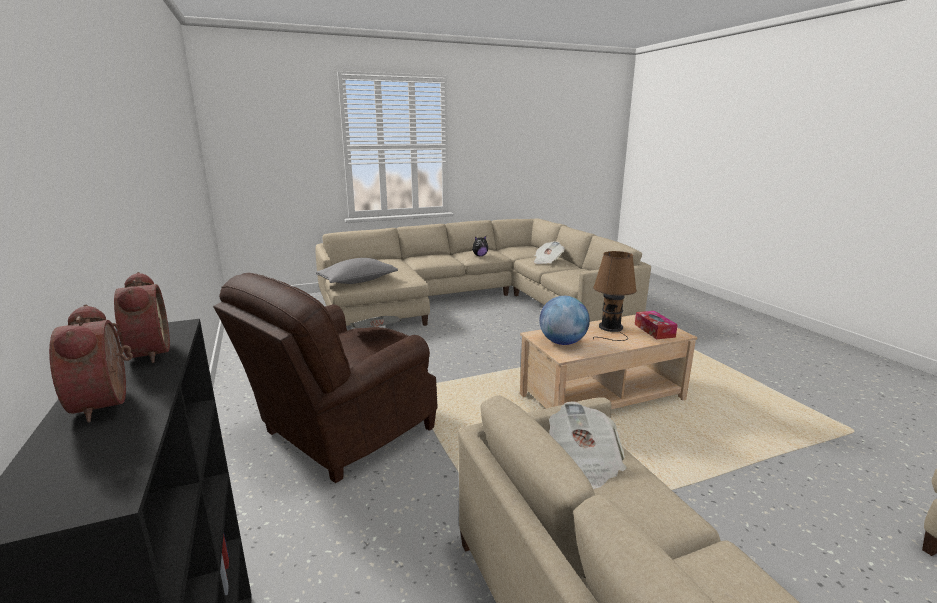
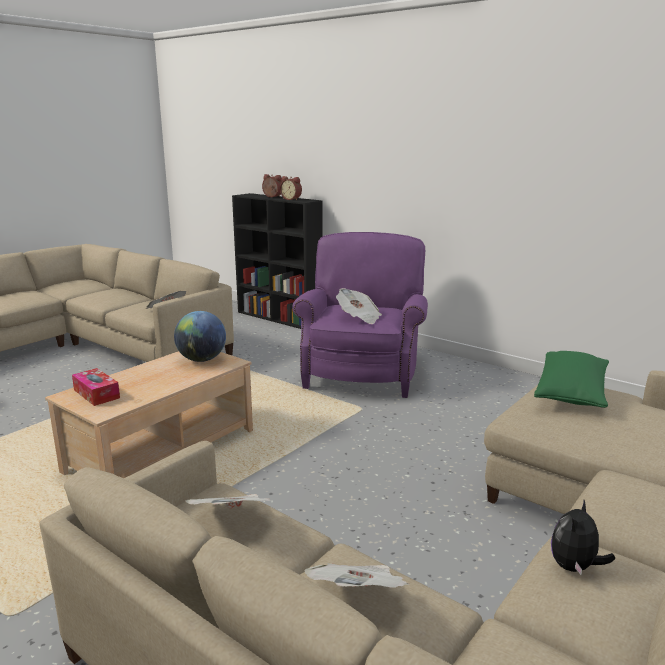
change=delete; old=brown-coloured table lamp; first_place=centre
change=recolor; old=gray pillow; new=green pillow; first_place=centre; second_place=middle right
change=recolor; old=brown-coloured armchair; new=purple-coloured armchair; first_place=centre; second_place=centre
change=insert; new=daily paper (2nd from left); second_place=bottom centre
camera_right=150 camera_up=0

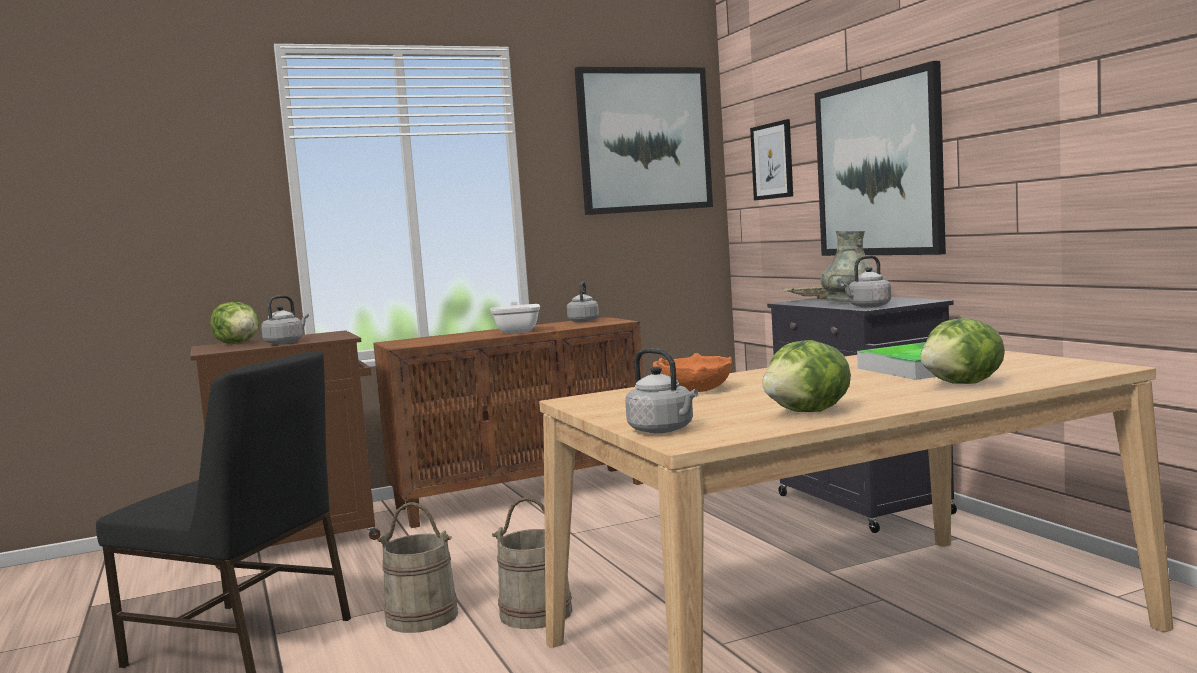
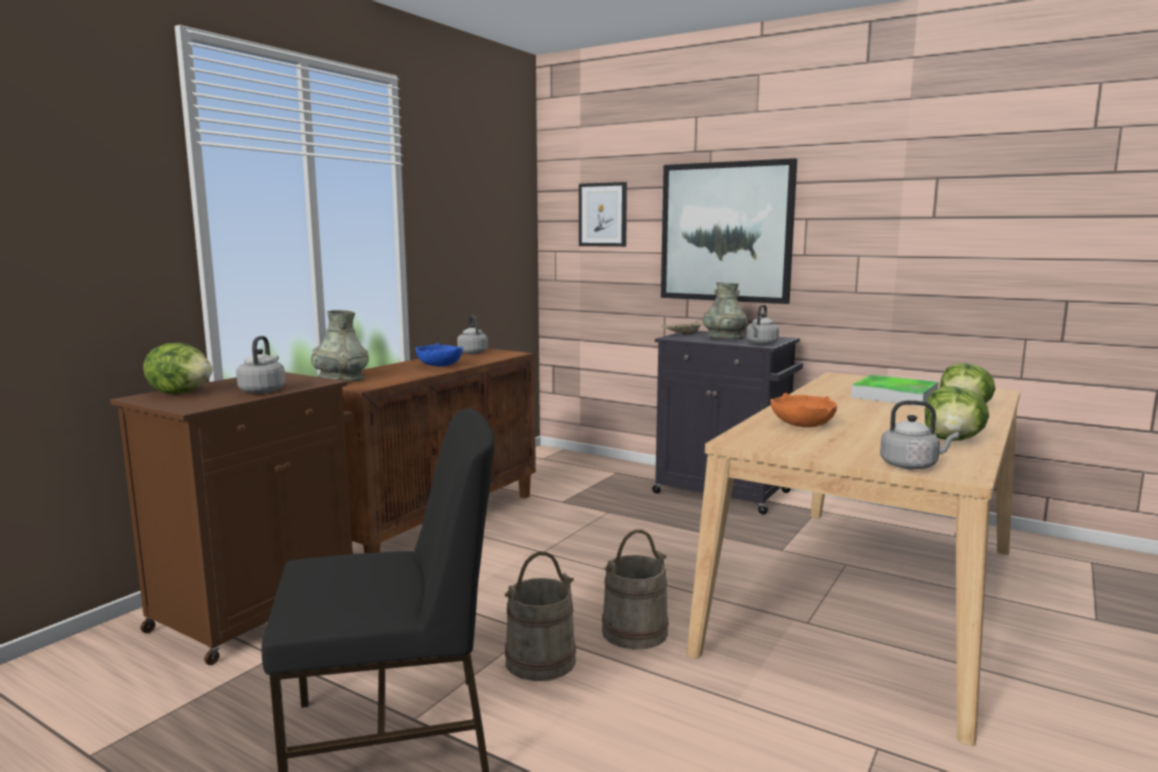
change=delete; old=wall art (1st from left); first_place=top centre
change=replace; old=skillet; new=blue-coloured serving bowl; first_place=centre; second_place=centre
change=insert; new=gray decorative vase (1st from left); second_place=middle left
camera_right=-35 camera_up=5

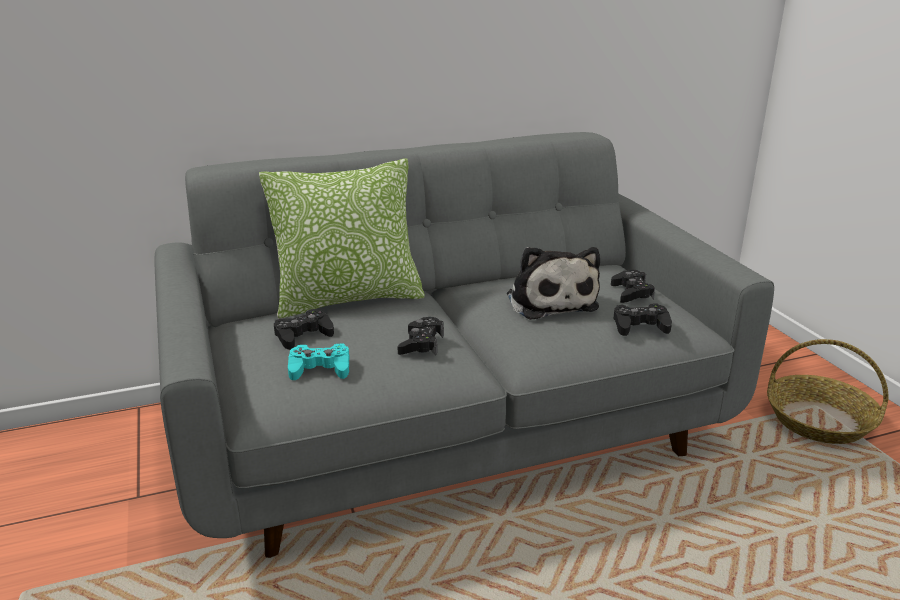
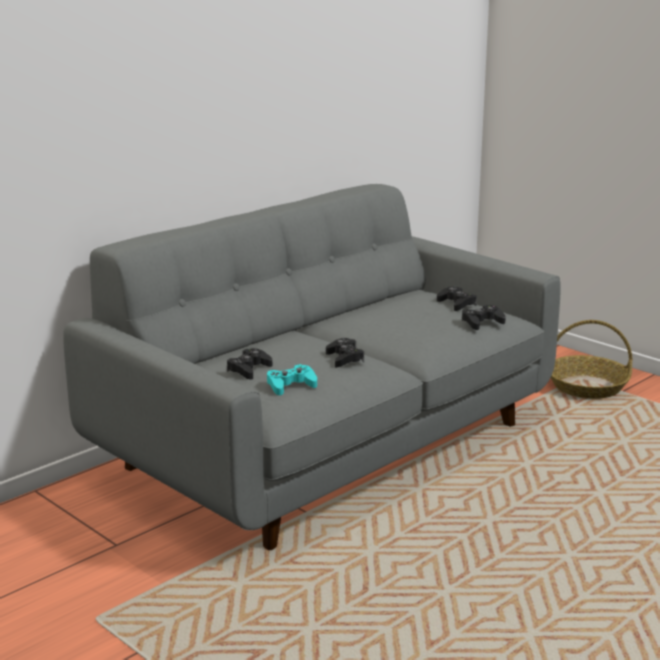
change=delete; old=pillow; first_place=centre
change=delete; old=cuddly toy; first_place=centre
camera_right=-25 camera_up=-5

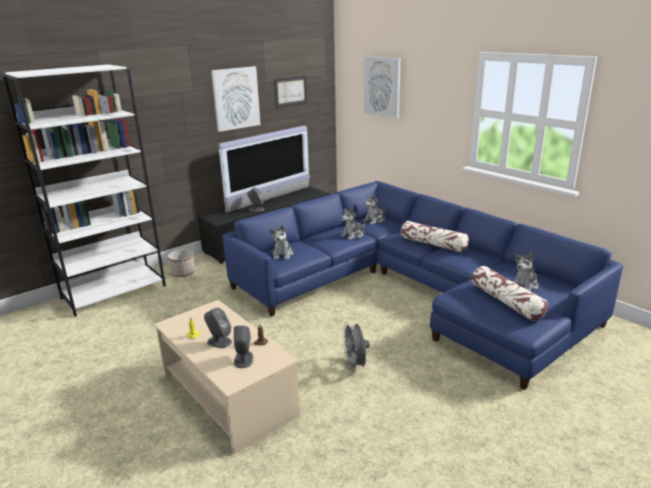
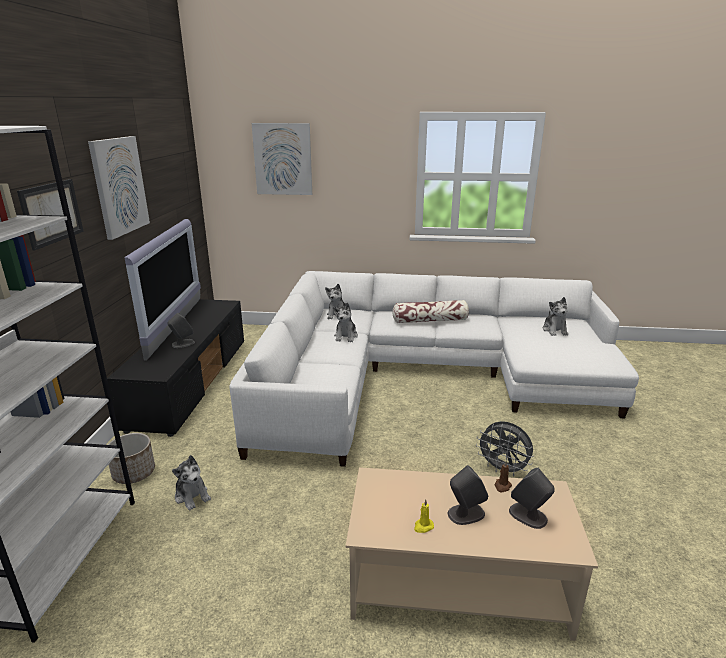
change=move; old=wall art (2nd from left in the first image); new=wall art (1st from left); first_place=top centre; second_place=top left
change=recolor; old=blue-coloured couch; new=white couch; first_place=centre; second_place=centre
change=move; old=cuddly toy (1st from left); first_place=centre; second_place=bottom left
change=delete; old=pillow (2nd from left); first_place=middle right
camera_right=-45 camera_up=0

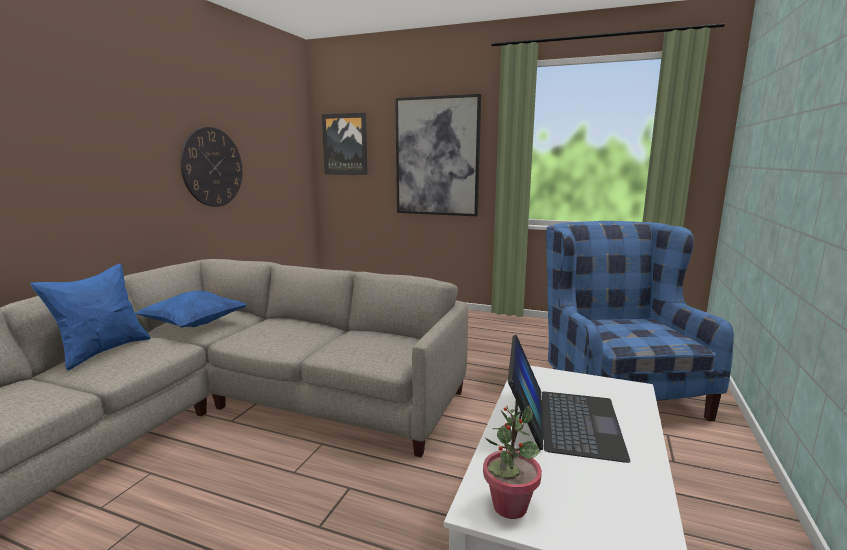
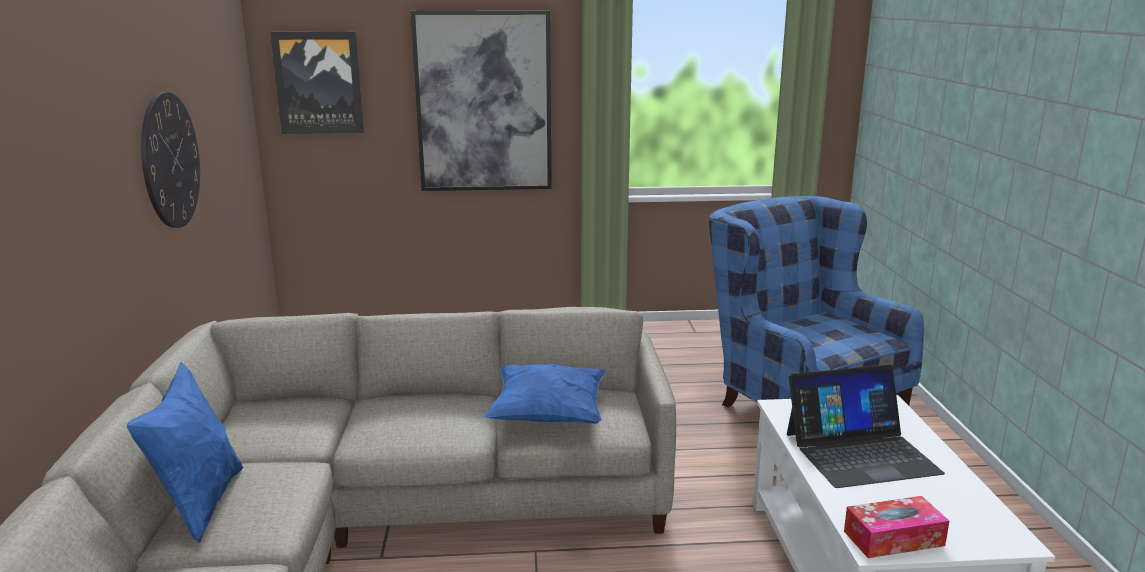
change=move; old=blue-coloured pillow (2nd from left); first_place=middle left; second_place=bottom centre
change=rotate; old=laptop; first_place=bottom right; second_place=bottom right; degrees=90
change=replace; old=potted plant; new=box of tissues; first_place=bottom centre; second_place=bottom right
camera_right=-25 camera_up=5

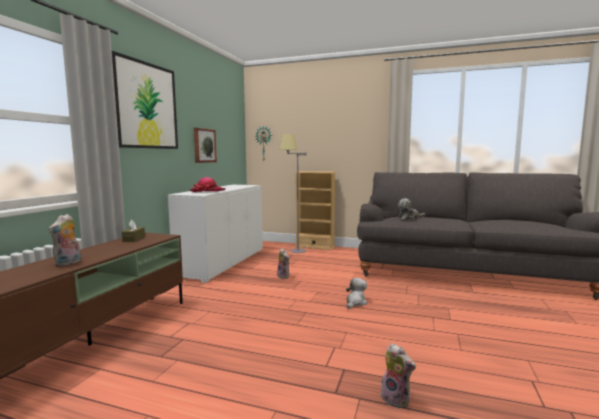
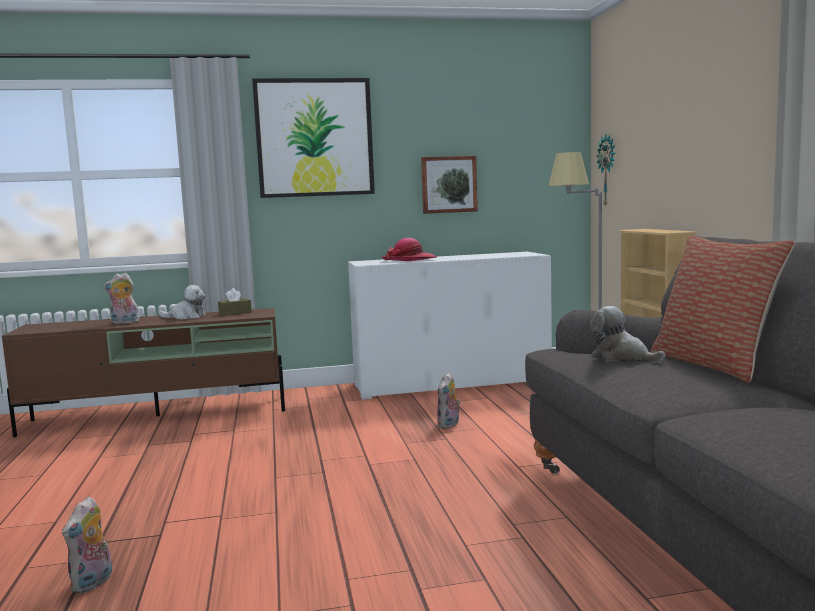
change=move; old=cuddly toy (3rd from left); first_place=bottom centre; second_place=middle left
change=insert; new=pillow; second_place=middle right
camera_right=60 camera_up=0

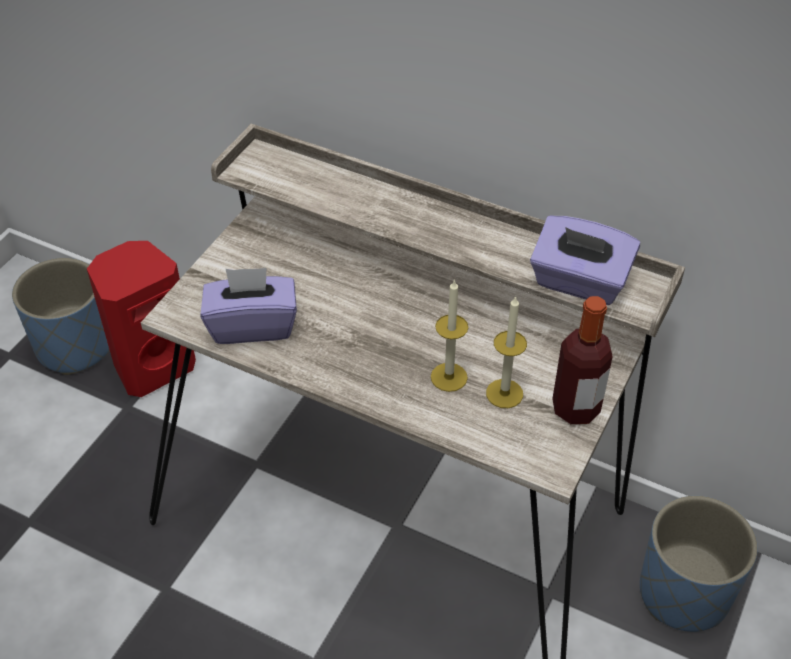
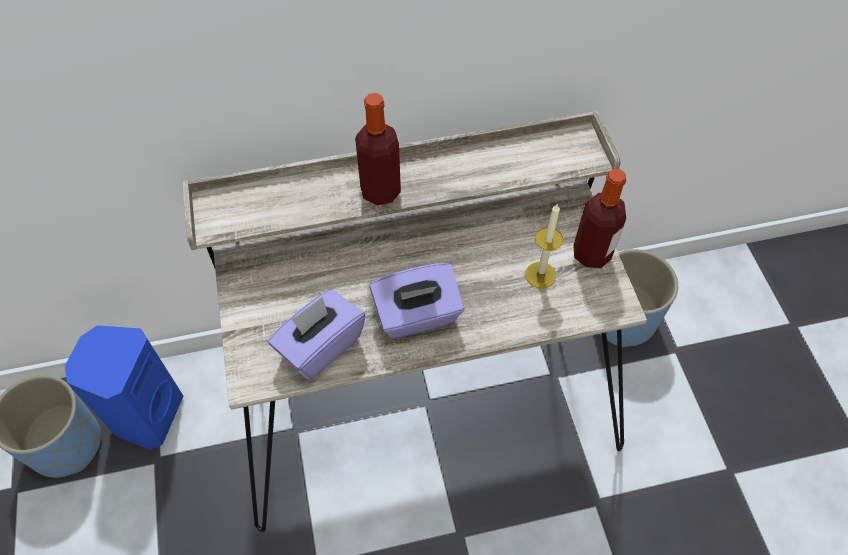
change=move; old=purple-coloured box of tissues (2nd from left); first_place=middle right; second_place=centre
change=recolor; old=red loudspeaker; new=blue-coloured loudspeaker; first_place=middle left; second_place=bottom left
change=delete; old=candle (1st from left); first_place=centre
change=insert; new=bottle (1st from left); second_place=top centre
camera_right=-40 camera_up=10

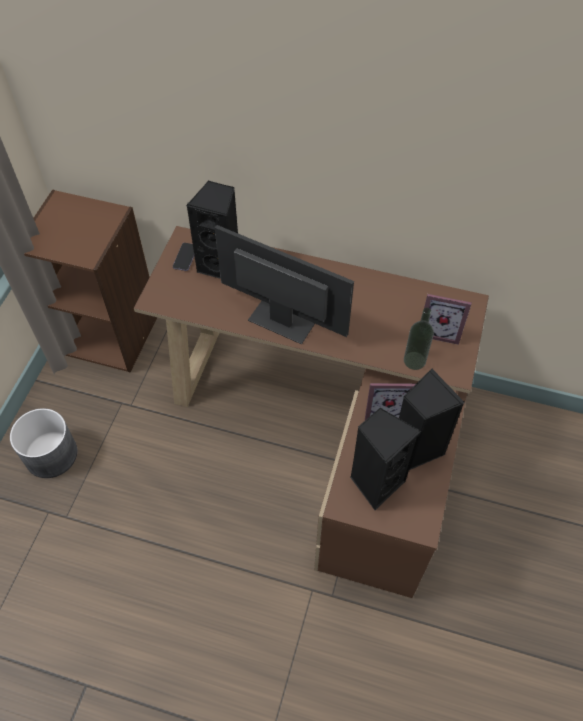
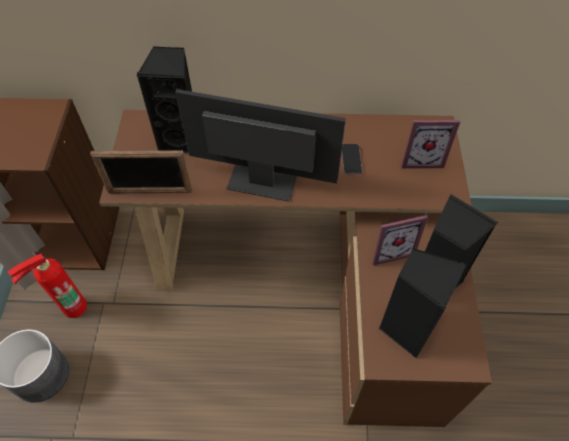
change=move; old=telephone; first_place=middle left; second_place=centre
change=delete; old=bottle; first_place=middle right
change=insert; new=picture frame (1st from left); second_place=middle left
change=insert; new=extinguisher; second_place=middle left
camera_right=-15 camera_up=0

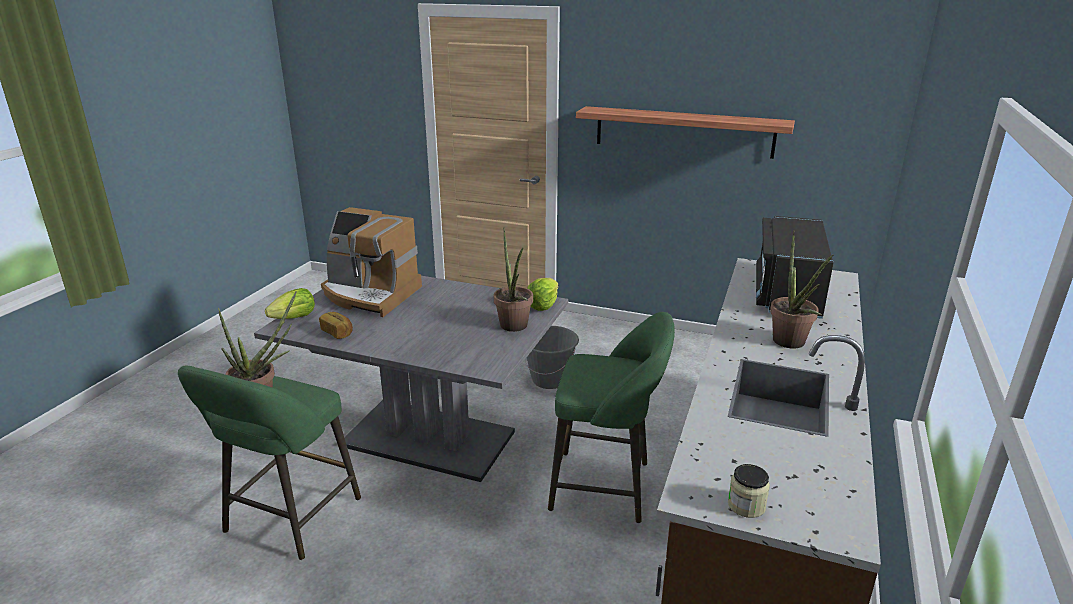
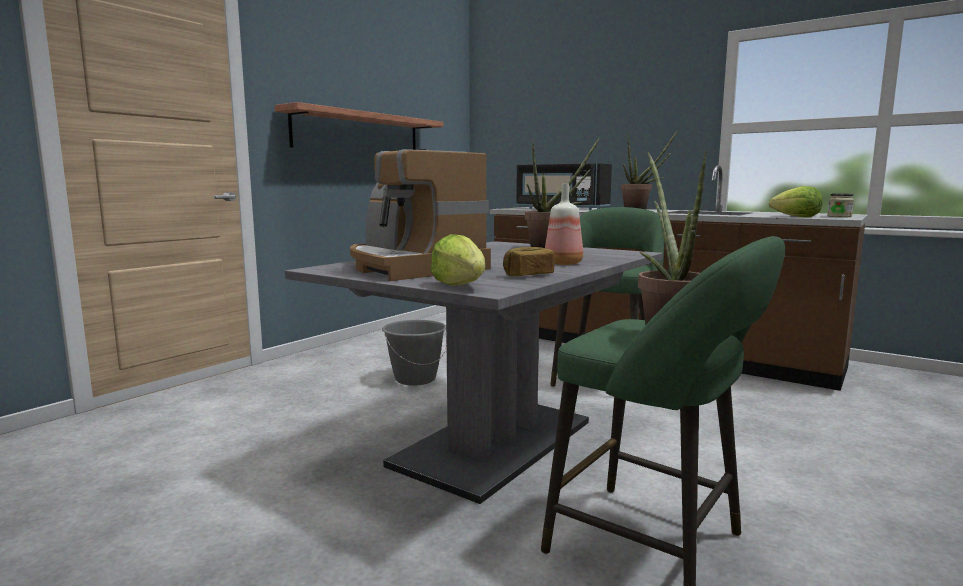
change=rotate; old=coffee machine; first_place=centre; second_place=centre; degrees=105
change=move; old=lettuce (2nd from left); first_place=centre; second_place=middle right
change=insert; new=bottle; second_place=centre
camera_right=-75 camera_up=-15

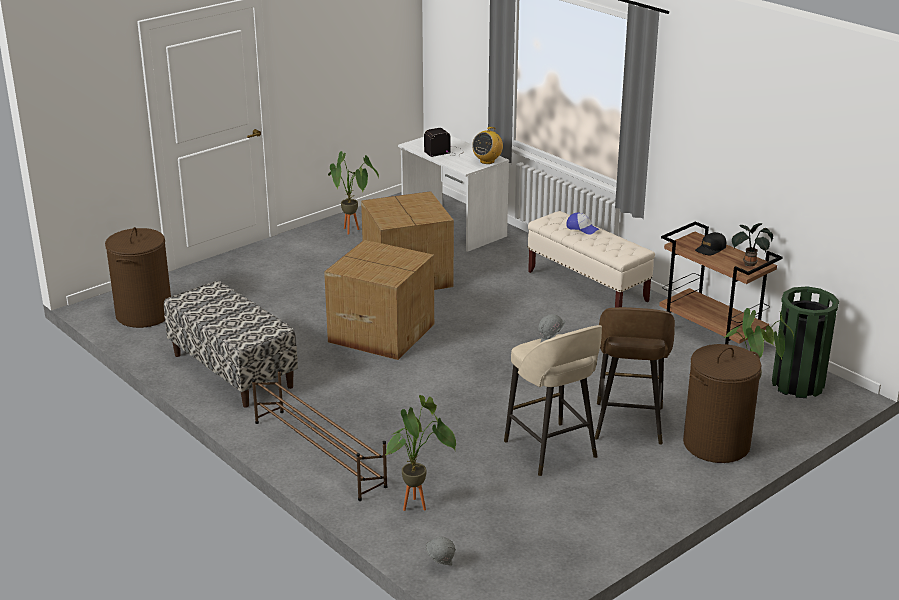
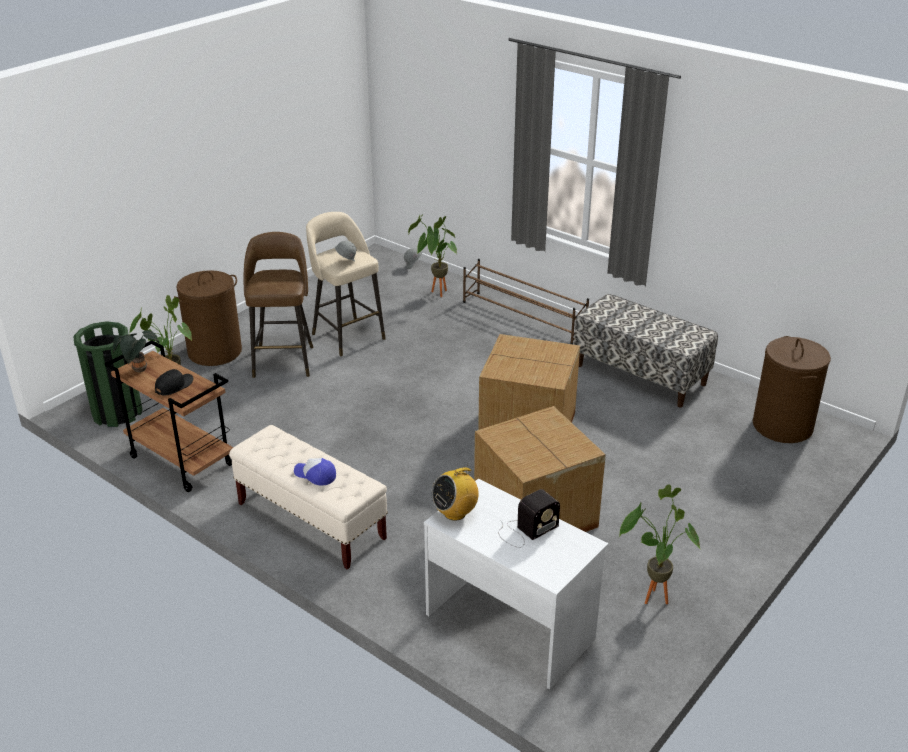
change=rotate; old=radio receiver (2nd from left in the first image); first_place=top centre; second_place=centre; degrees=-150
camera_right=170 camera_up=5

